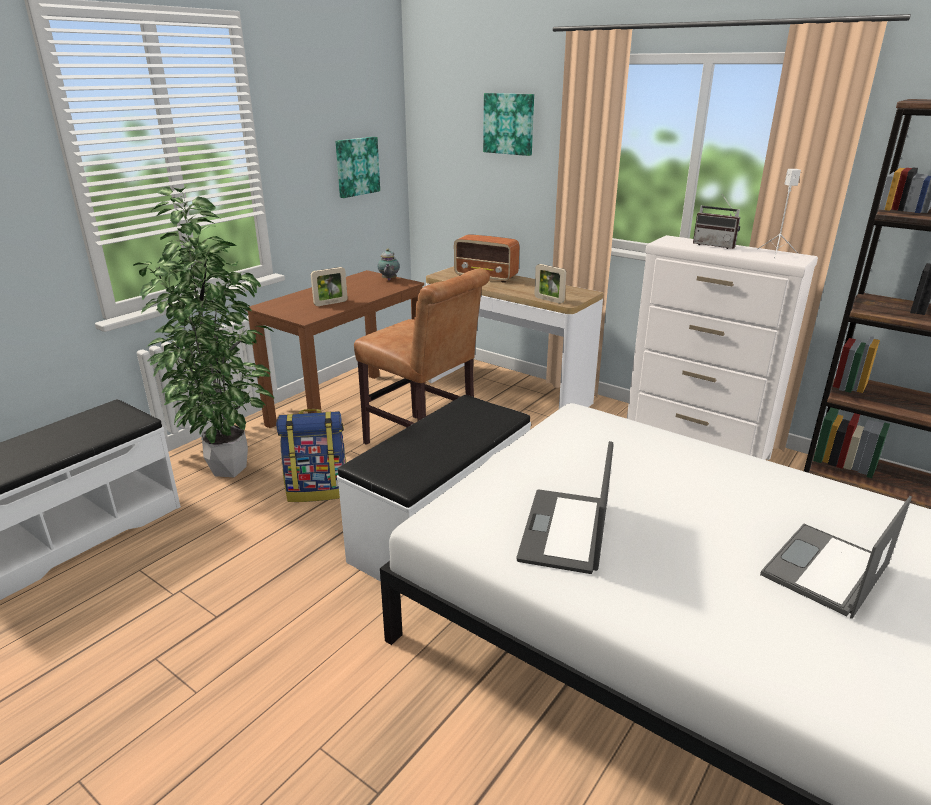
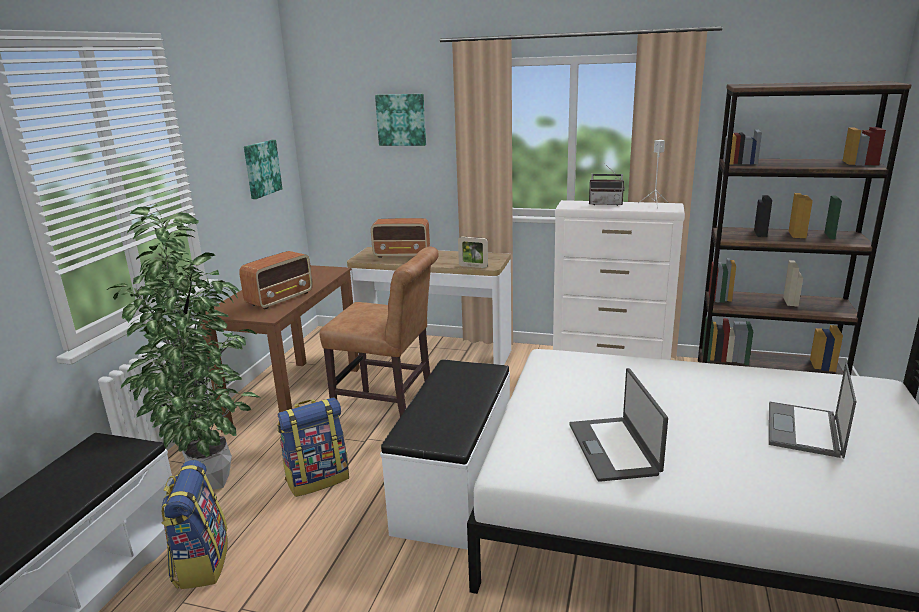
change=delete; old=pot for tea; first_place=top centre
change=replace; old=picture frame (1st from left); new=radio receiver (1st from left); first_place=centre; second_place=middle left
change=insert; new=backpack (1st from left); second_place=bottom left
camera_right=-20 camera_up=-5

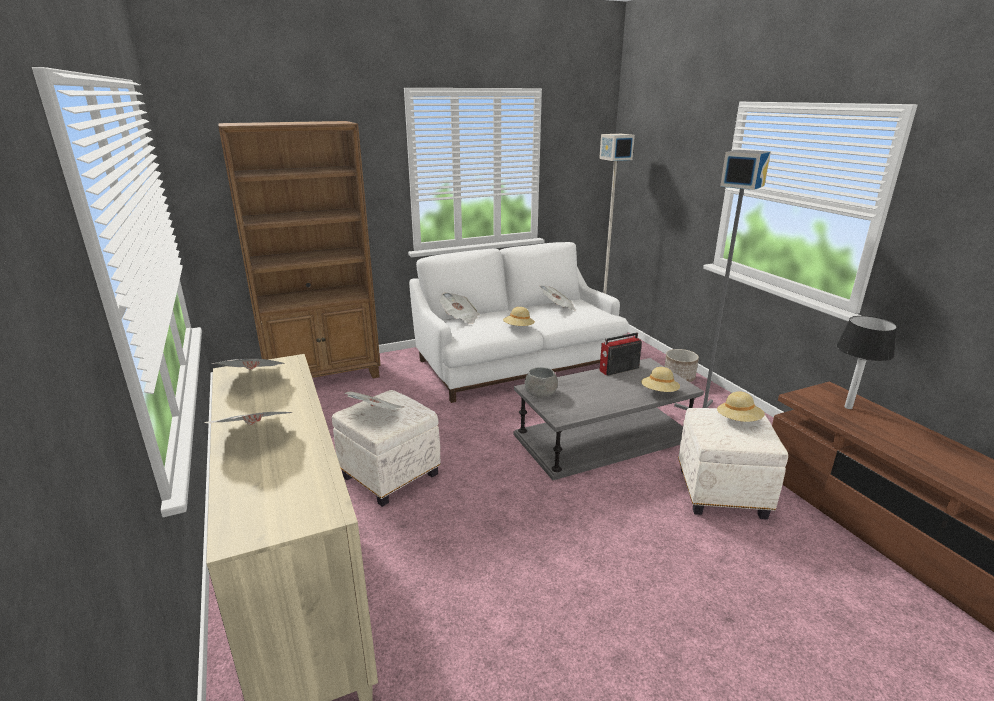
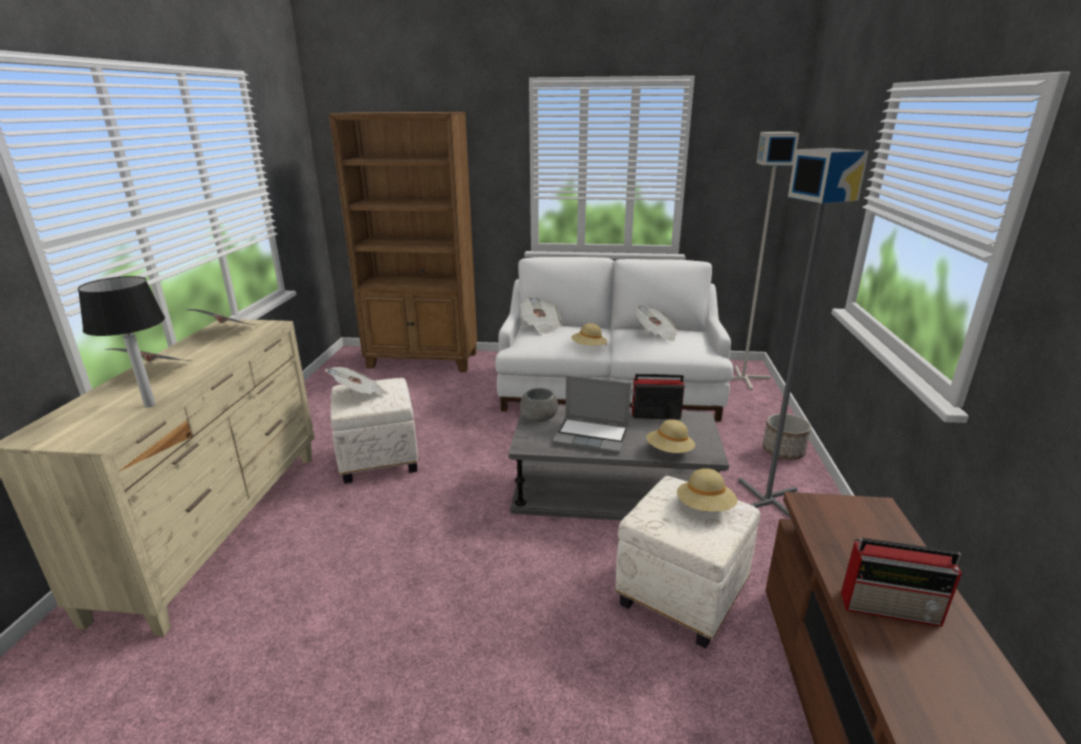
change=move; old=table lamp; first_place=middle right; second_place=middle left
change=insert; new=laptop; second_place=centre
change=insert; new=radio receiver (2nd from left); second_place=bottom right
camera_right=30 camera_up=0

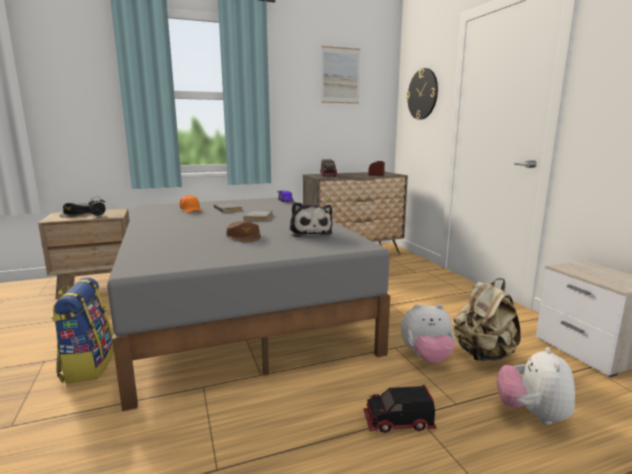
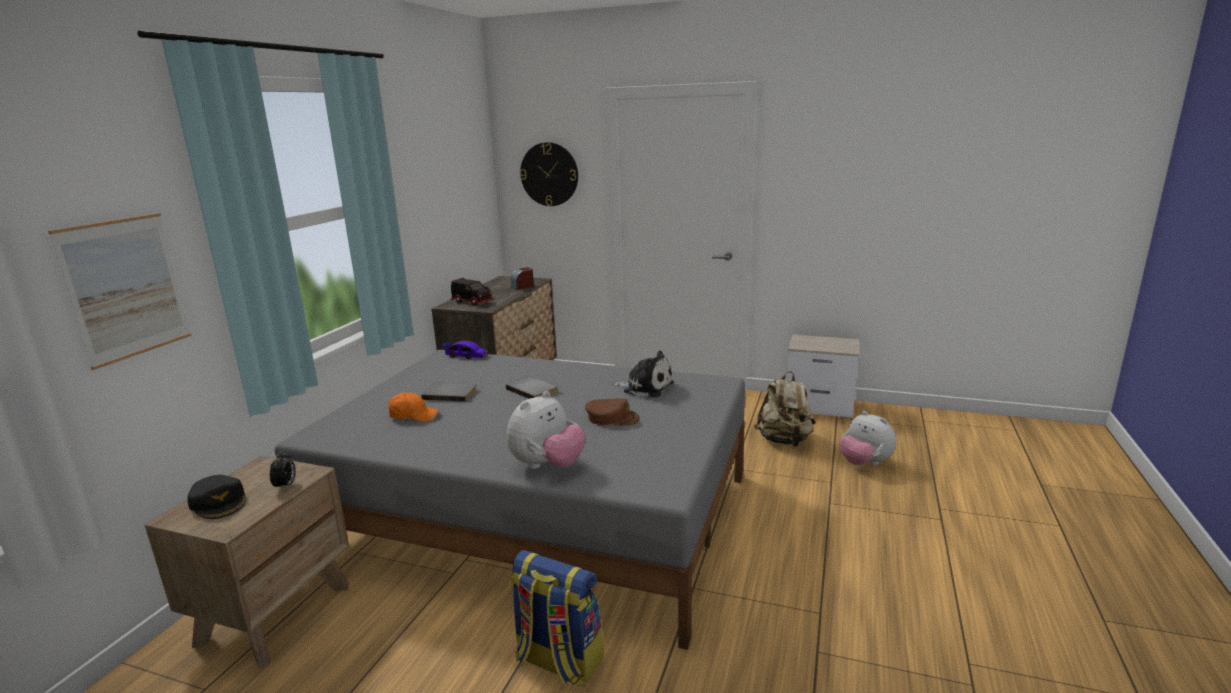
change=move; old=wall art; first_place=top centre; second_place=middle left
change=move; old=cuddly toy (2nd from left in the first image); new=cuddly toy (1st from left); first_place=bottom right; second_place=centre
change=delete; old=model truck (2nd from left); first_place=bottom centre
camera_right=-50 camera_up=5

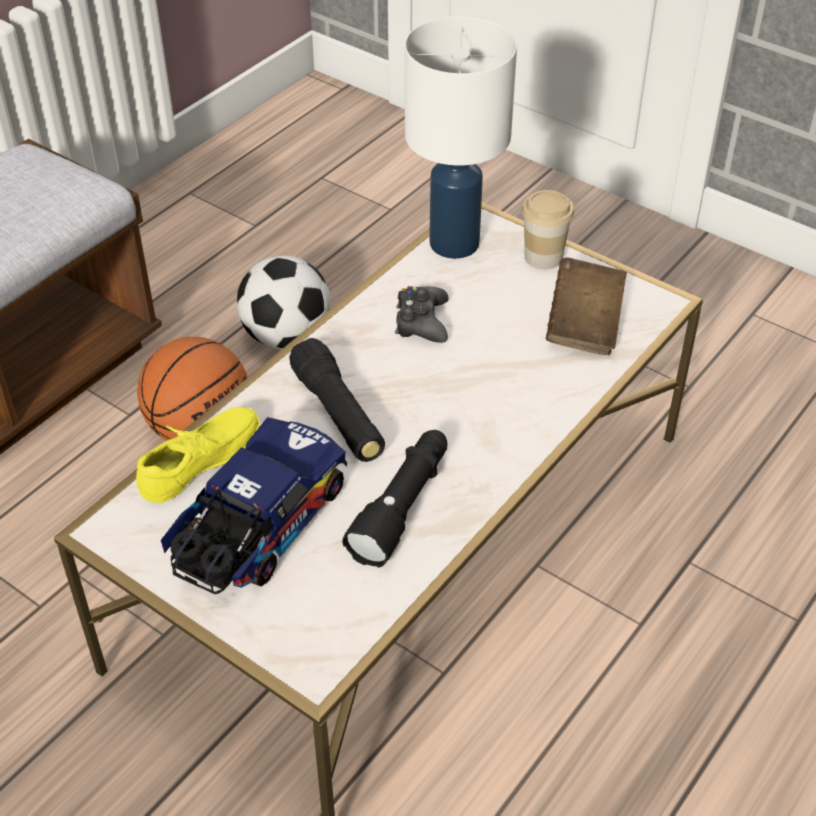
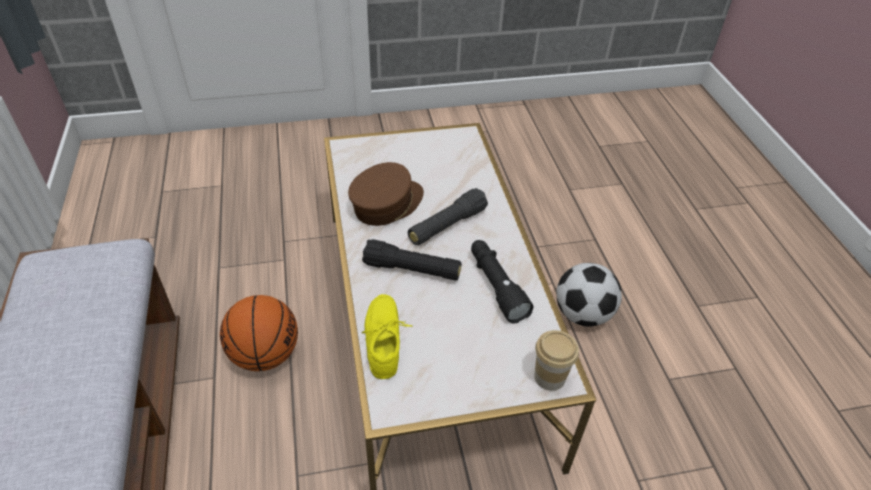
change=delete; old=white table lamp; first_place=top centre
change=move; old=cup; first_place=top right; second_place=bottom centre
change=move; old=football; first_place=centre; second_place=middle right
change=delete; old=brown-coloured volume; first_place=middle right
change=replace; old=black joypad; new=brown-coloured baseball cap; first_place=centre; second_place=centre
change=delete; old=model truck; first_place=middle left
change=insert; new=black flashlight (2nd from left); second_place=centre
camera_right=-50 camera_up=0

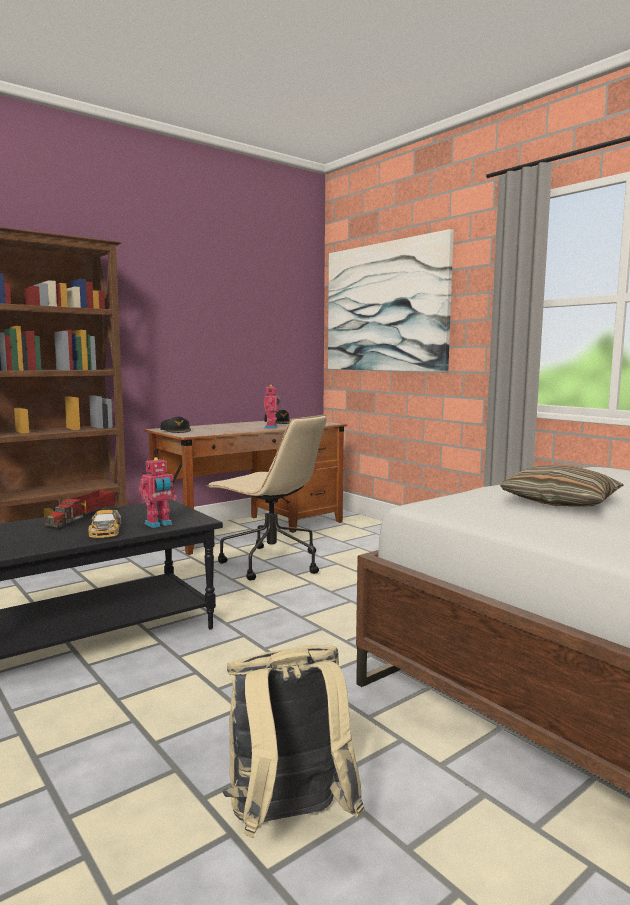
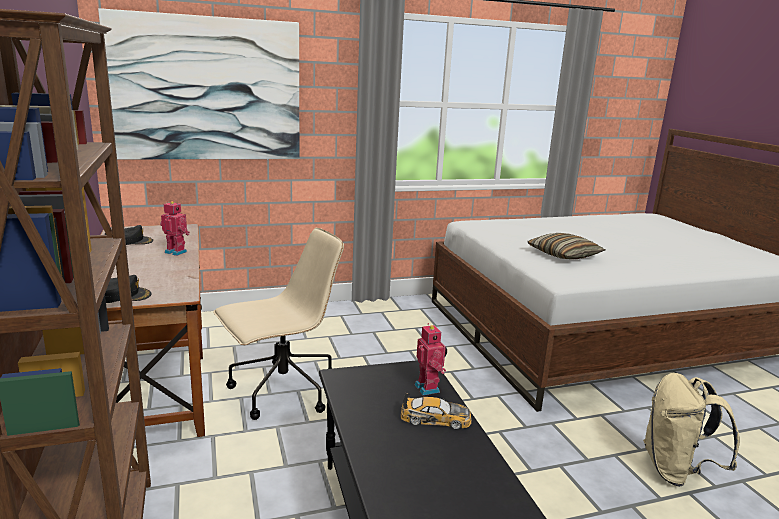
change=delete; old=model truck; first_place=middle left
camera_right=-70 camera_up=10

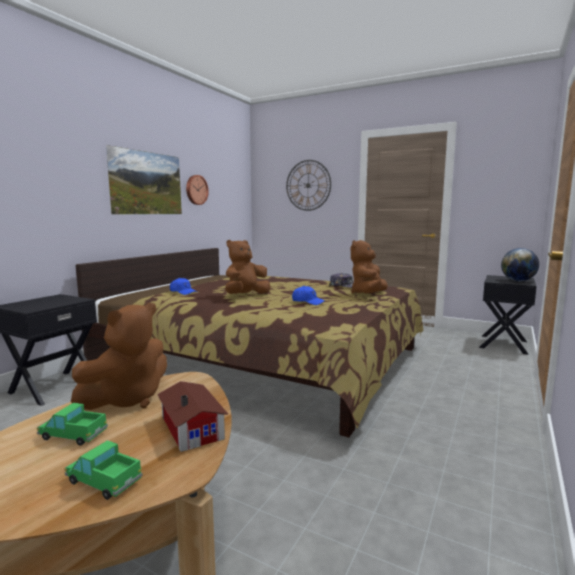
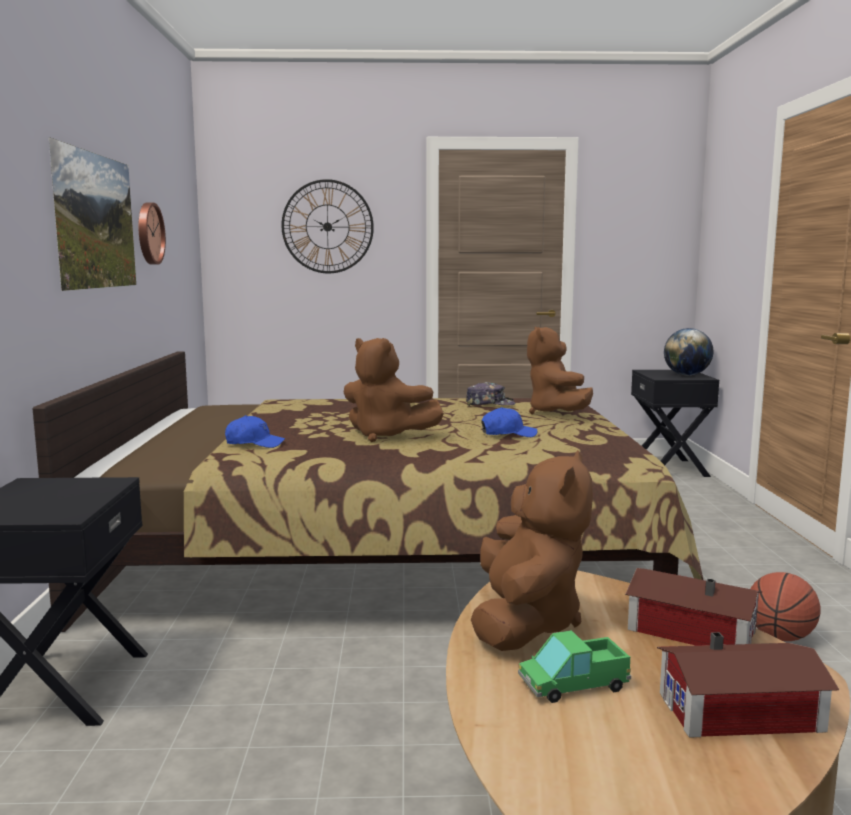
change=rotate; old=brown-coloured cuddly toy (2nd from left in the first image); first_place=centre; second_place=centre; degrees=-75
change=replace; old=model truck (2nd from left); new=miniature house (2nd from left); first_place=bottom left; second_place=bottom right
change=insert; new=ball for basketball; second_place=bottom right
camera_right=-30 camera_up=0

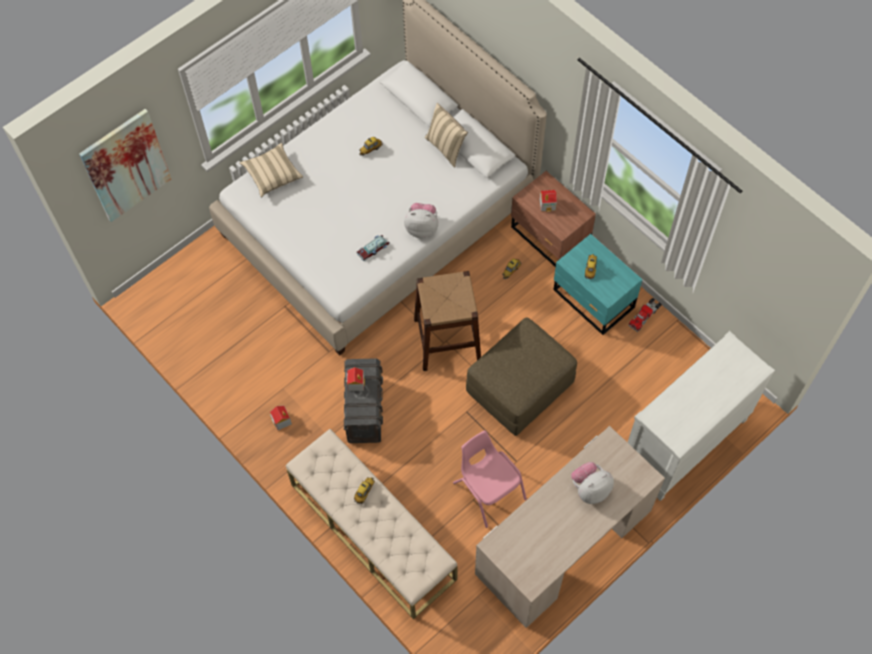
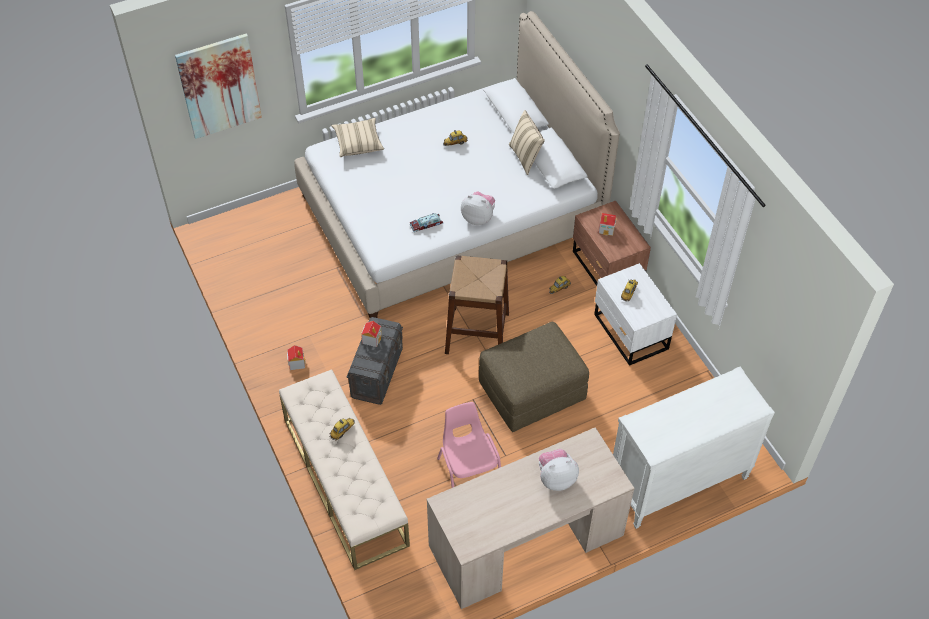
change=recolor; old=blue-green nightstand; new=white nightstand; first_place=middle right; second_place=middle right
change=delete; old=model truck; first_place=middle right
camera_right=15 camera_up=-10

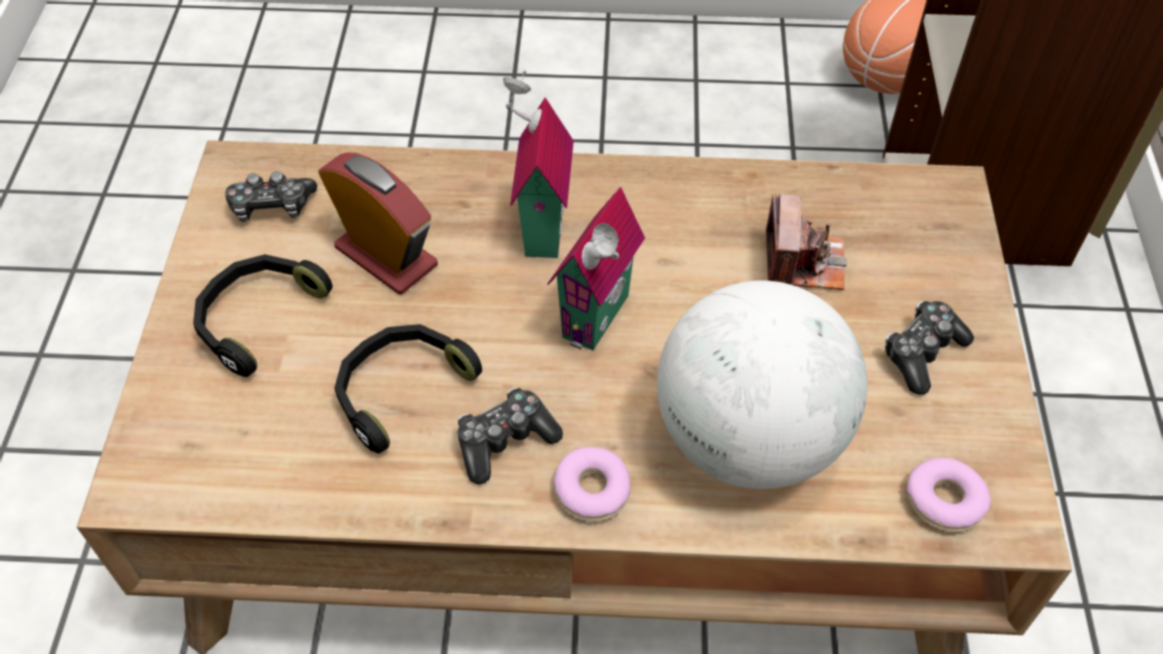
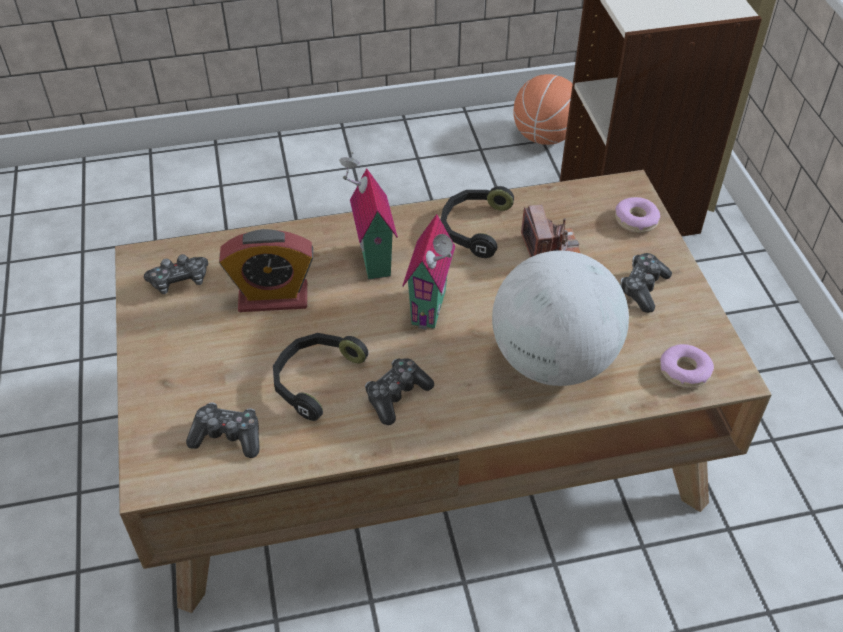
change=rotate; old=bedside clock; first_place=middle left; second_place=middle left; degrees=150
change=move; old=black headphones (1st from left in the first image); new=black headphones (2nd from left); first_place=middle left; second_place=centre
change=move; old=donut (1st from left); first_place=bottom centre; second_place=middle right
change=insert; new=joypad (2nd from left); second_place=bottom left
camera_right=-15 camera_up=-5

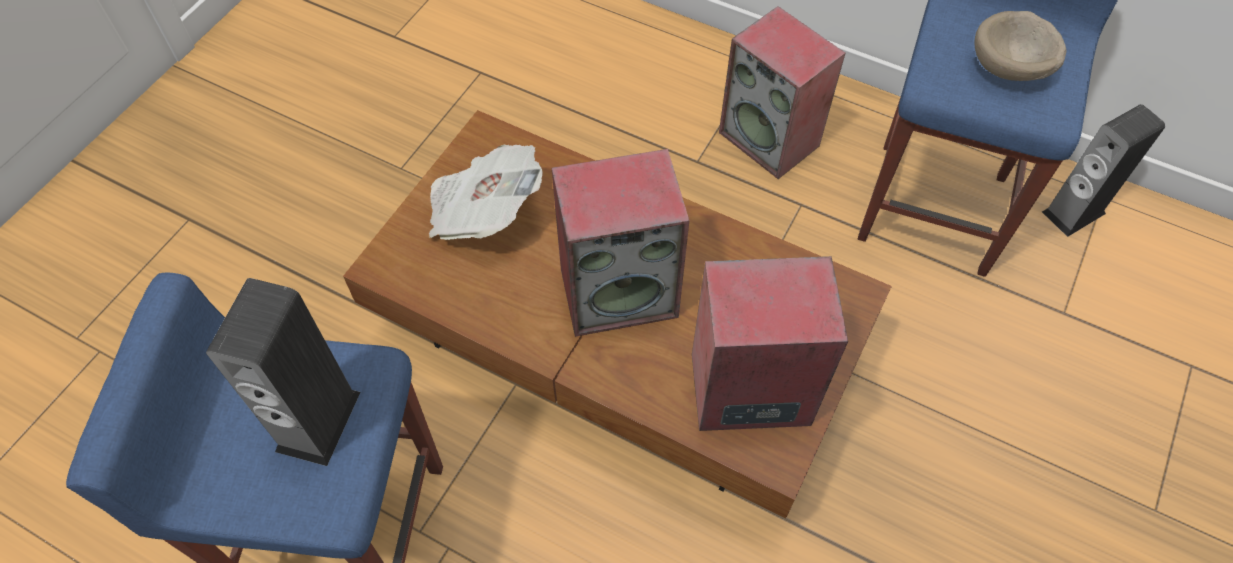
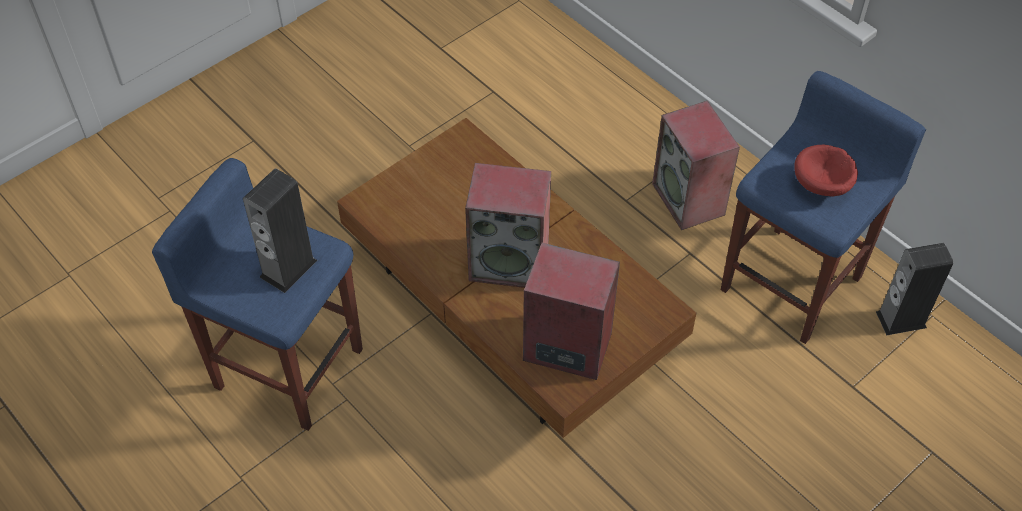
change=recolor; old=beige serving bowl; new=red serving bowl; first_place=top right; second_place=middle right
change=delete; old=daily paper; first_place=centre
camera_right=20 camera_up=-5

